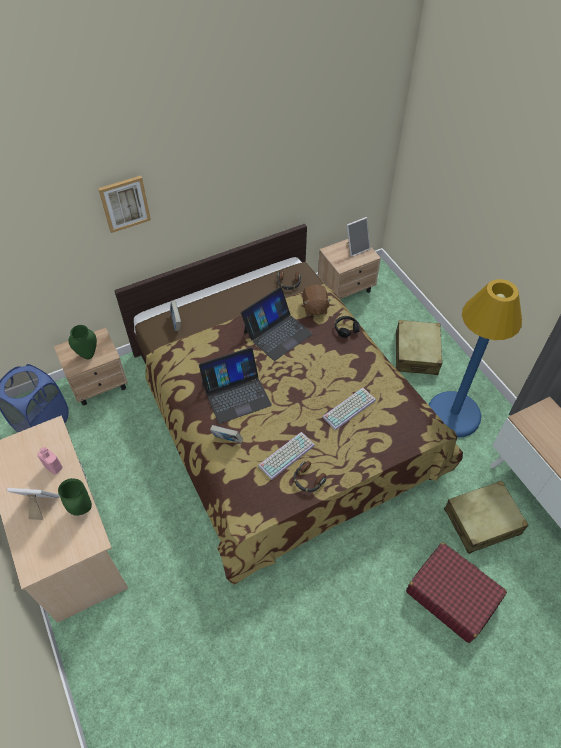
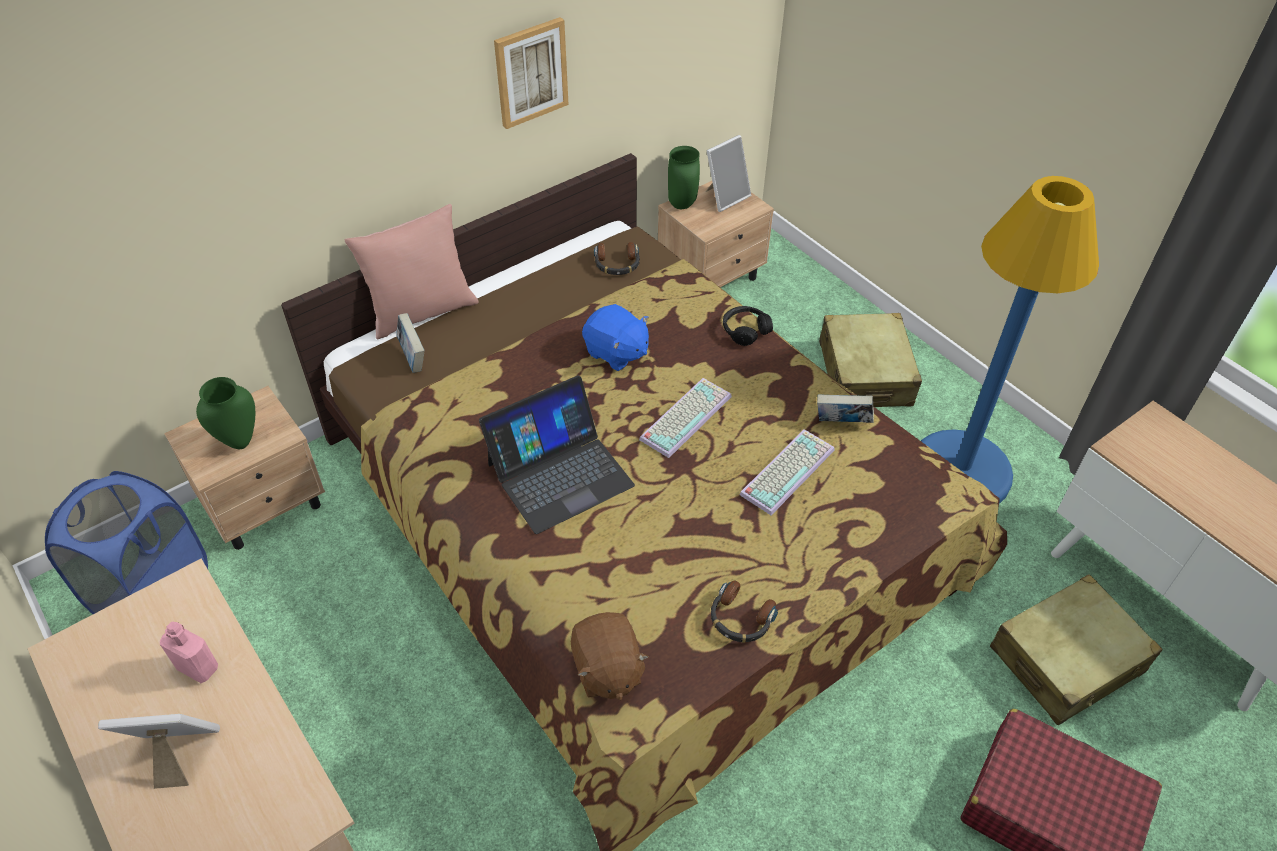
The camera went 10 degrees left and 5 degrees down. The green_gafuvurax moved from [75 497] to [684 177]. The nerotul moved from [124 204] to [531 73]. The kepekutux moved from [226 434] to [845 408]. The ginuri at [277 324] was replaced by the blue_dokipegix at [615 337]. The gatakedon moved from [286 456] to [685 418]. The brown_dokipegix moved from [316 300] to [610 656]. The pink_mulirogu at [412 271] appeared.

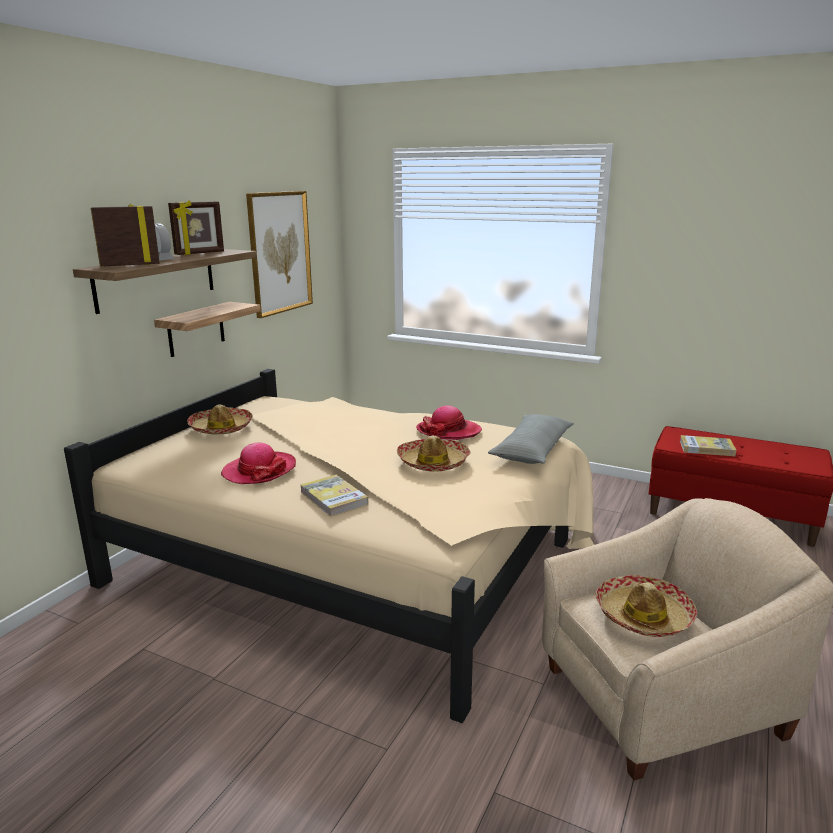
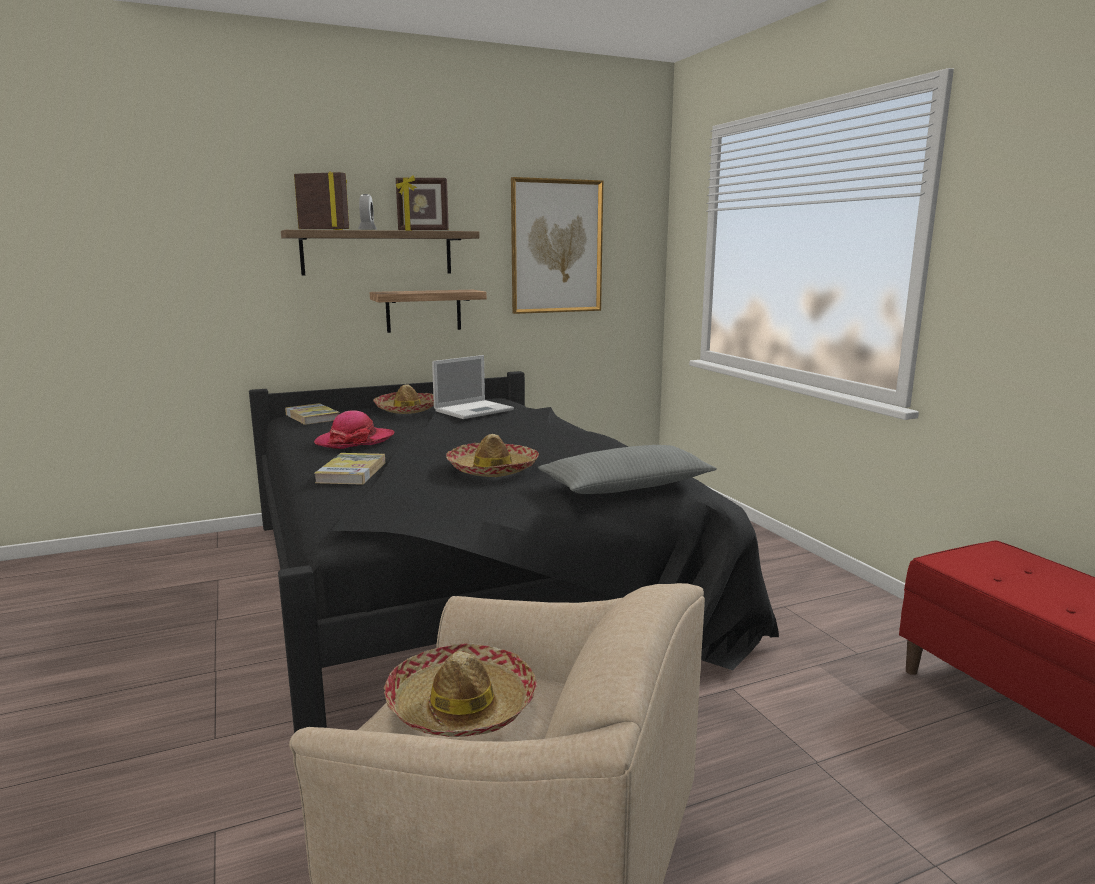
The camera went 40 degrees right and 5 degrees down. The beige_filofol at [329 546] became the black_filofol at [514 552]. The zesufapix at [449 423] disappeared. The kepekutux moved from [708 445] to [312 414]. The ginuri at [473 387] appeared.

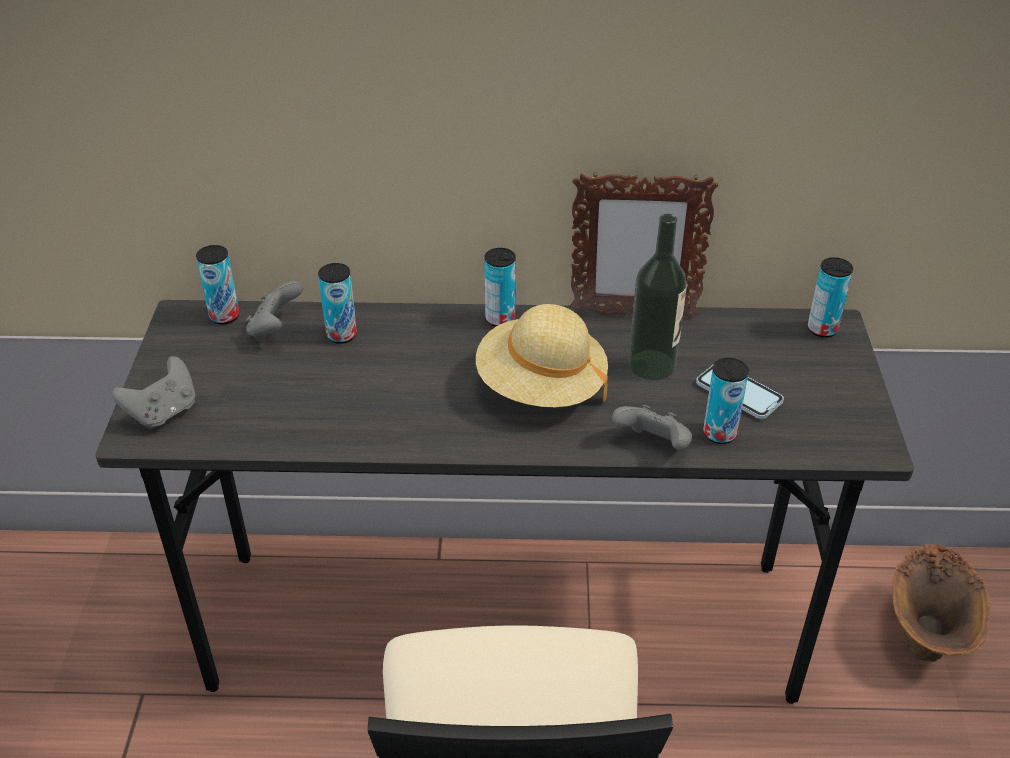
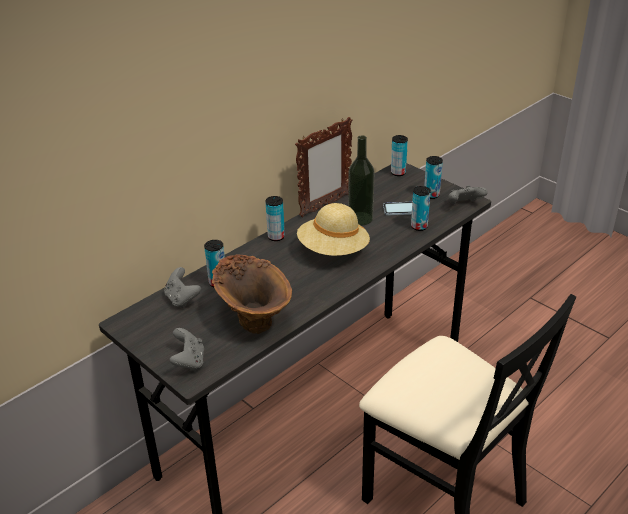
The camera went 45 degrees left and 5 degrees down. The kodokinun moved from [217 284] to [433 177]. The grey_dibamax moved from [652 427] to [468 194]. The brown_gafuvurax moved from [941 603] to [252 294].

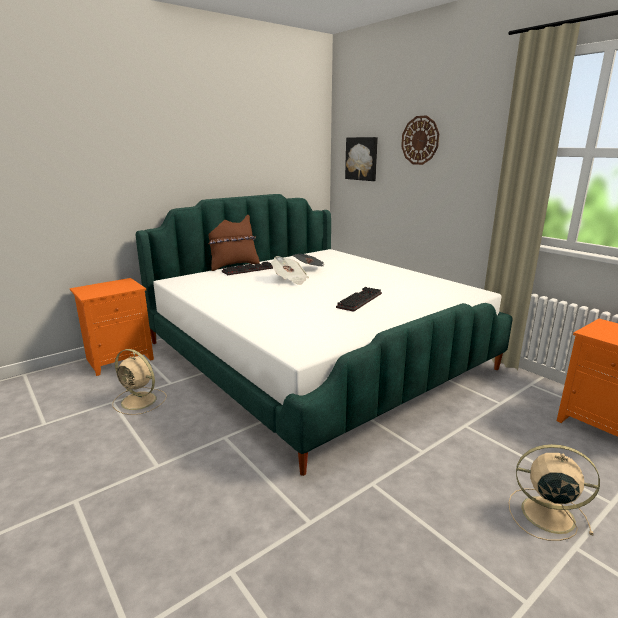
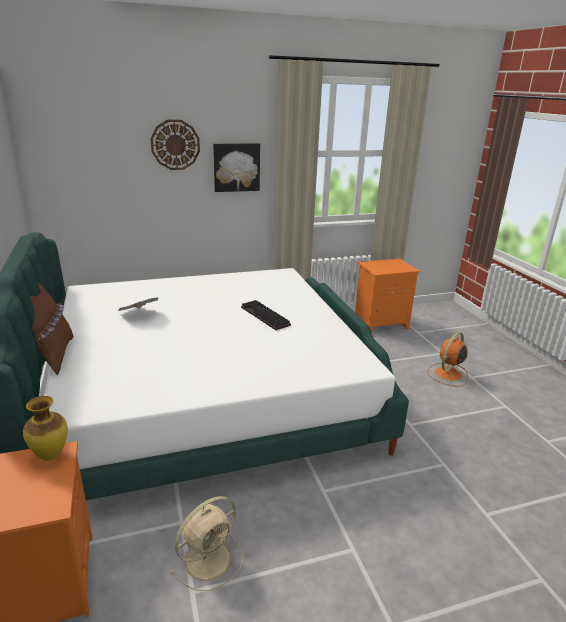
The camera went 70 degrees left and 5 degrees up. The gatakedon at [247 268] disappeared. The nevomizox at [290 270] disappeared. The nerotul moved from [361 159] to [236 167]. The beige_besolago at [554 492] became the orange_besolago at [447 359]. The gafuvurax at [45 428] appeared.

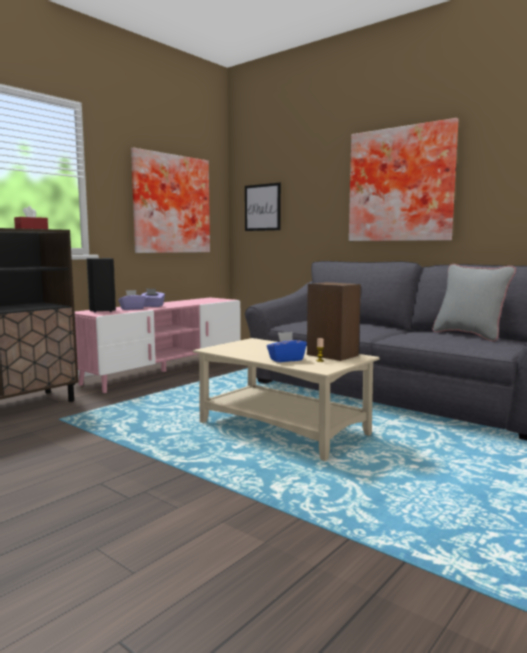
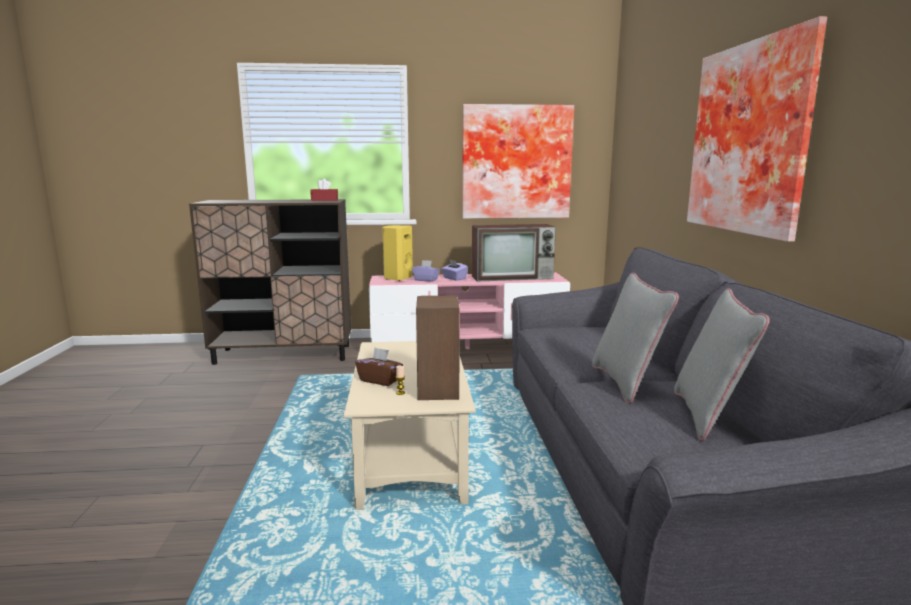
The camera went 45 degrees right and 5 degrees up. The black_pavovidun at [101 285] became the yellow_pavovidun at [397 253]. The nerotul at [263 207] disappeared. The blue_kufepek at [287 347] became the brown_kufepek at [379 366]. The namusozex at [514 253] appeared. The grey_mulirogu at [635 338] appeared.

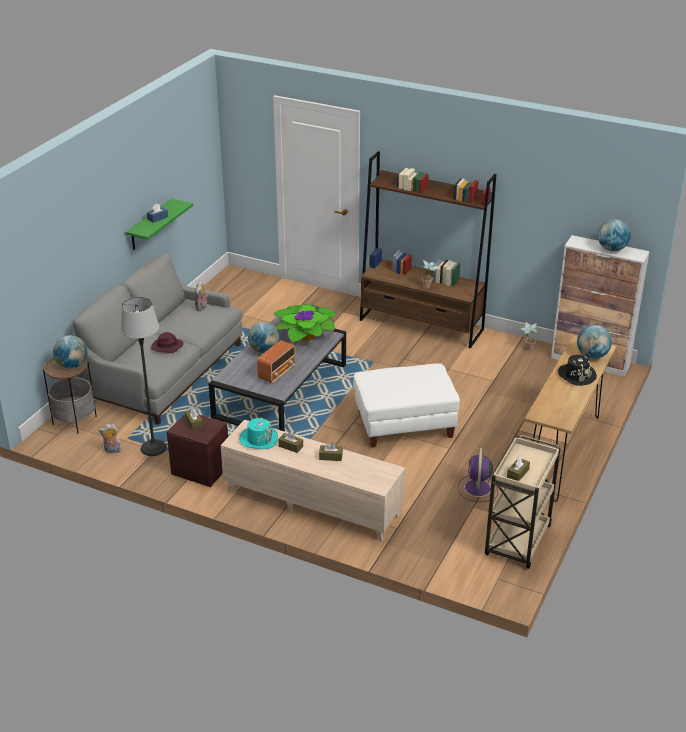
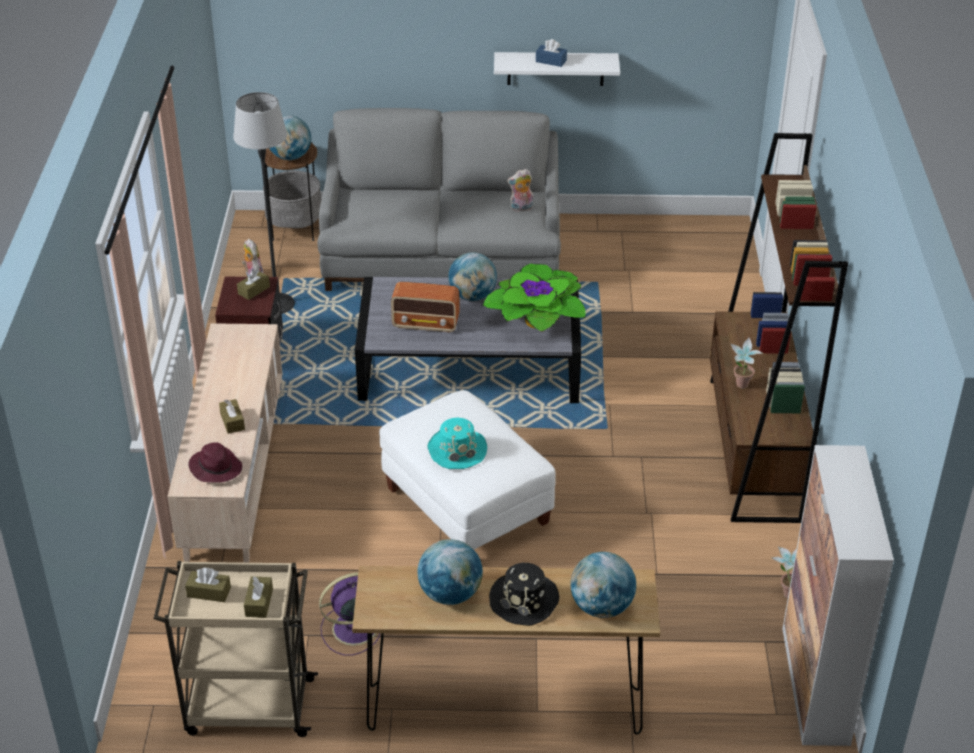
The camera went 65 degrees right and 5 degrees up. The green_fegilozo at [159 224] became the white_fegilozo at [557 69]. The purple_zesufapix moved from [167 342] to [215 462]. The turquoise_zesufapix moved from [258 433] to [457 443]. The brown_kufepek moved from [290 442] to [258 597]. The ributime moved from [614 235] to [450 572].

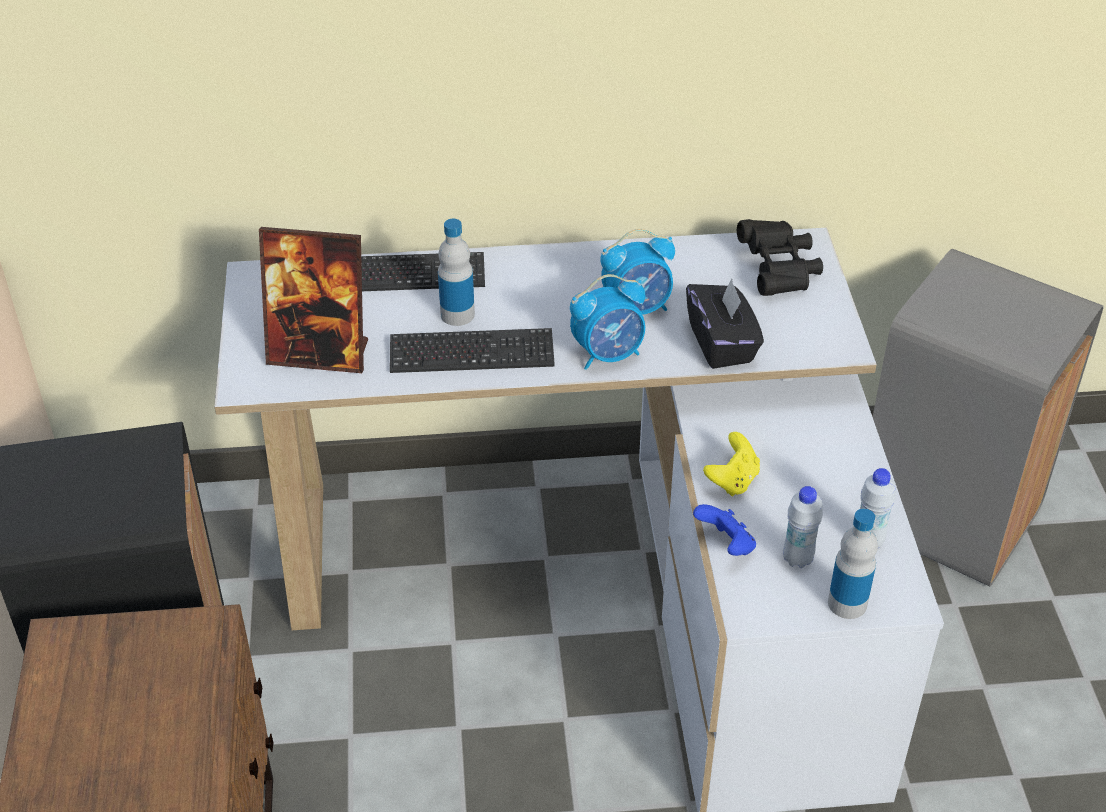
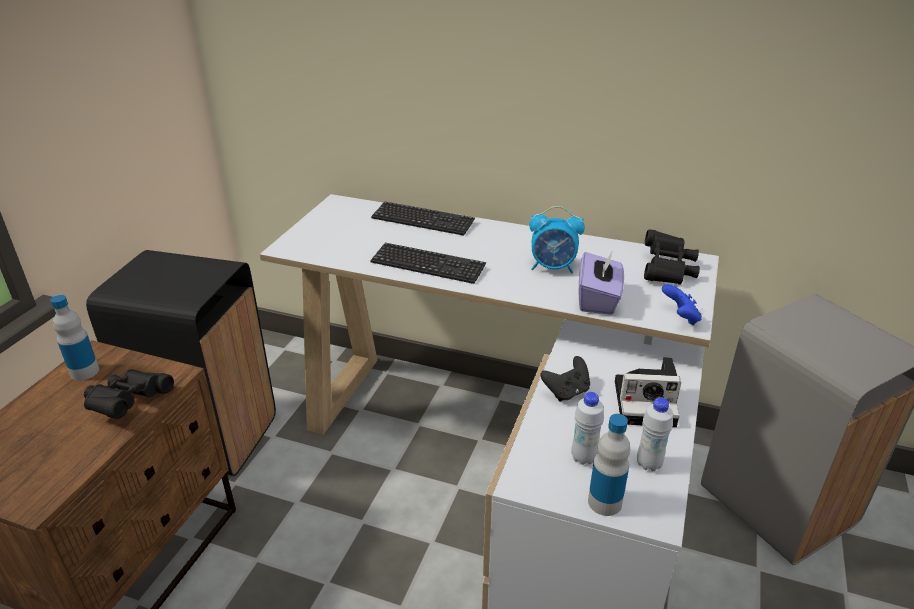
The camera went 25 degrees right and 10 degrees down. The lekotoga at [313 300] disappeared. The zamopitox moved from [456 272] to [74 338]. The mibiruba at [607 322] disappeared. The black_kufepek at [725 323] became the purple_kufepek at [601 282]. The blue_dibamax moved from [724 530] to [682 304]. The yellow_dibamax at [731 464] became the black_dibamax at [565 379]. The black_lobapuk at [129 394] appeared. The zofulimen at [648 392] appeared.

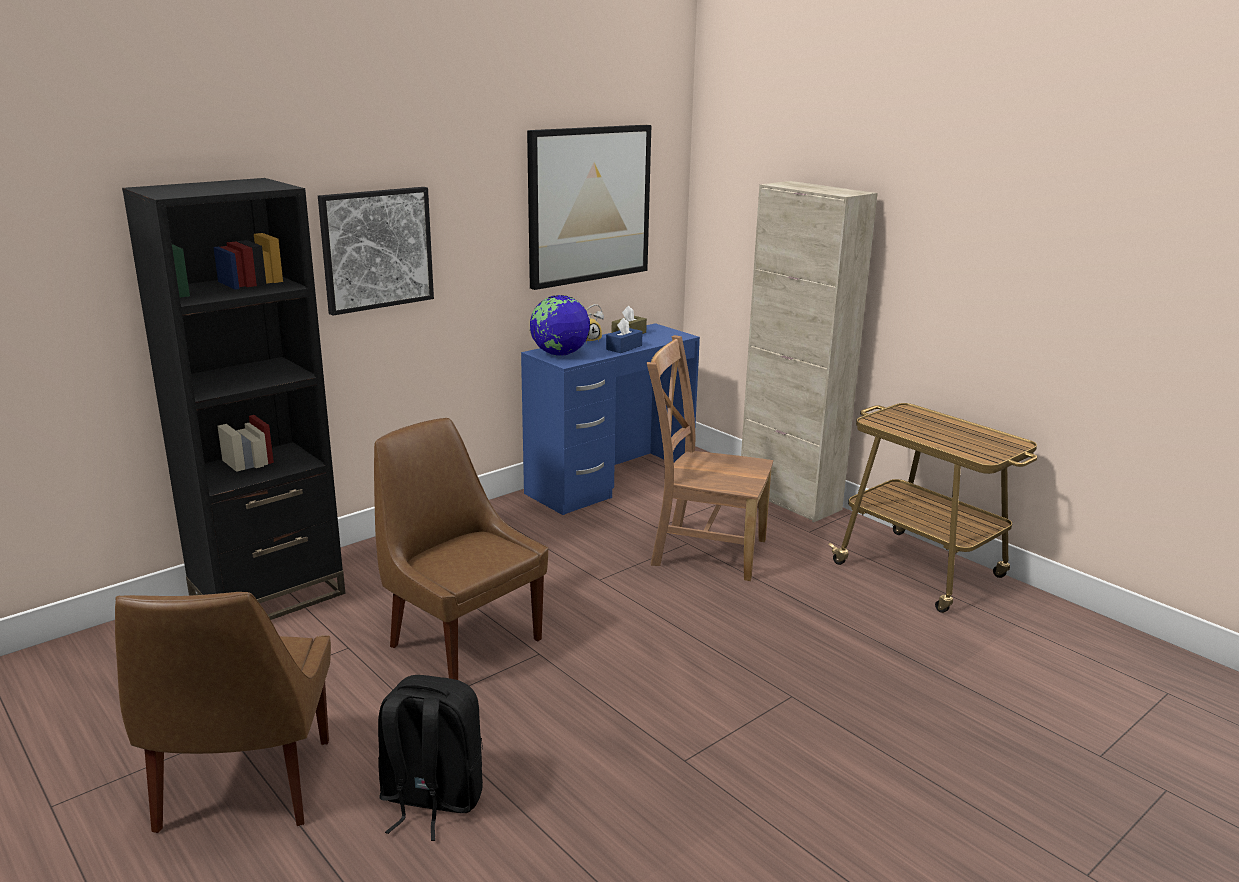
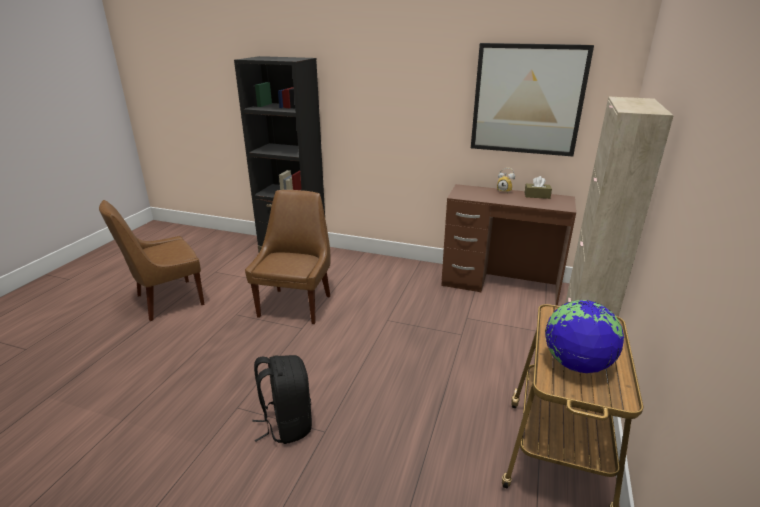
The camera went 60 degrees right and 5 degrees up. The nerotul at [376 251] disappeared. The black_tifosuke moved from [430 758] to [282 399]. The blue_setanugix at [610 419] became the brown_setanugix at [509 245]. The ributime moved from [560 325] to [584 336]. The blue_kufepek at [624 335] disappeared. The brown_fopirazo at [710 458] disappeared.

